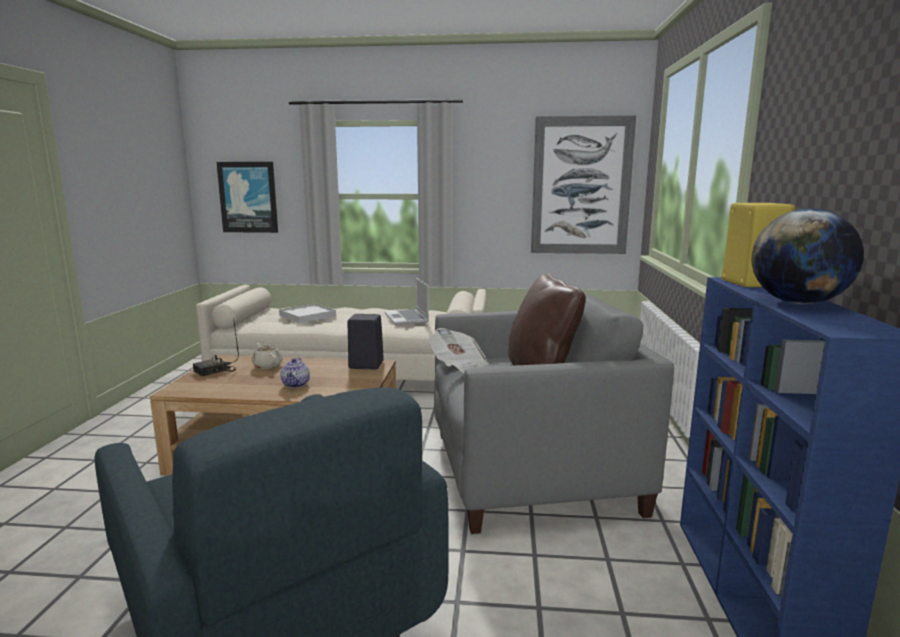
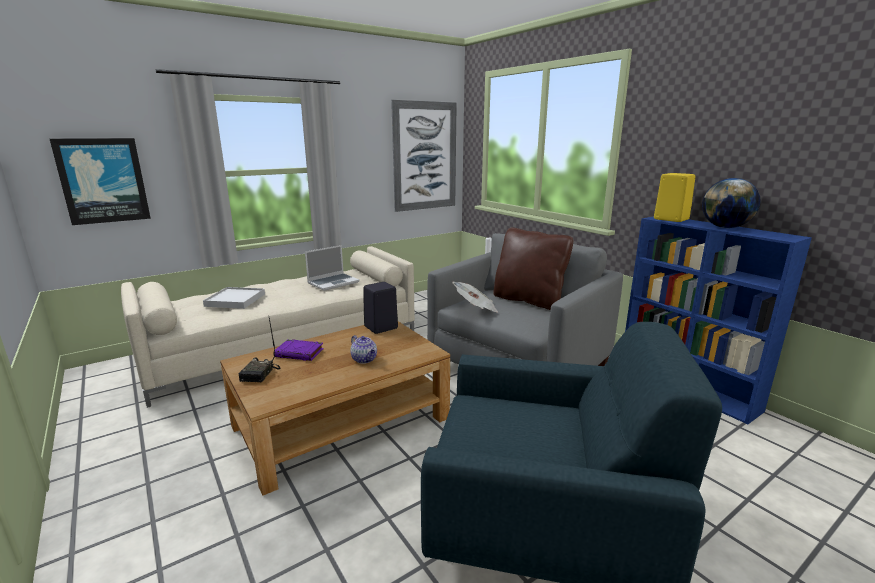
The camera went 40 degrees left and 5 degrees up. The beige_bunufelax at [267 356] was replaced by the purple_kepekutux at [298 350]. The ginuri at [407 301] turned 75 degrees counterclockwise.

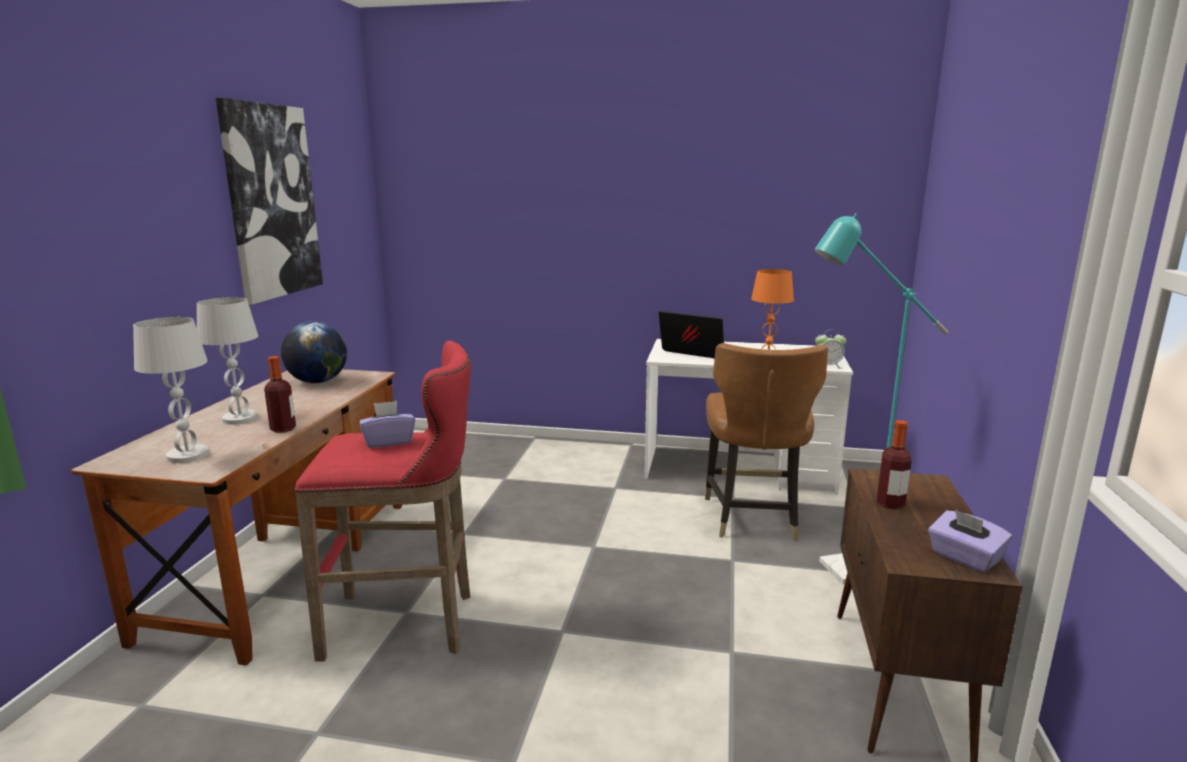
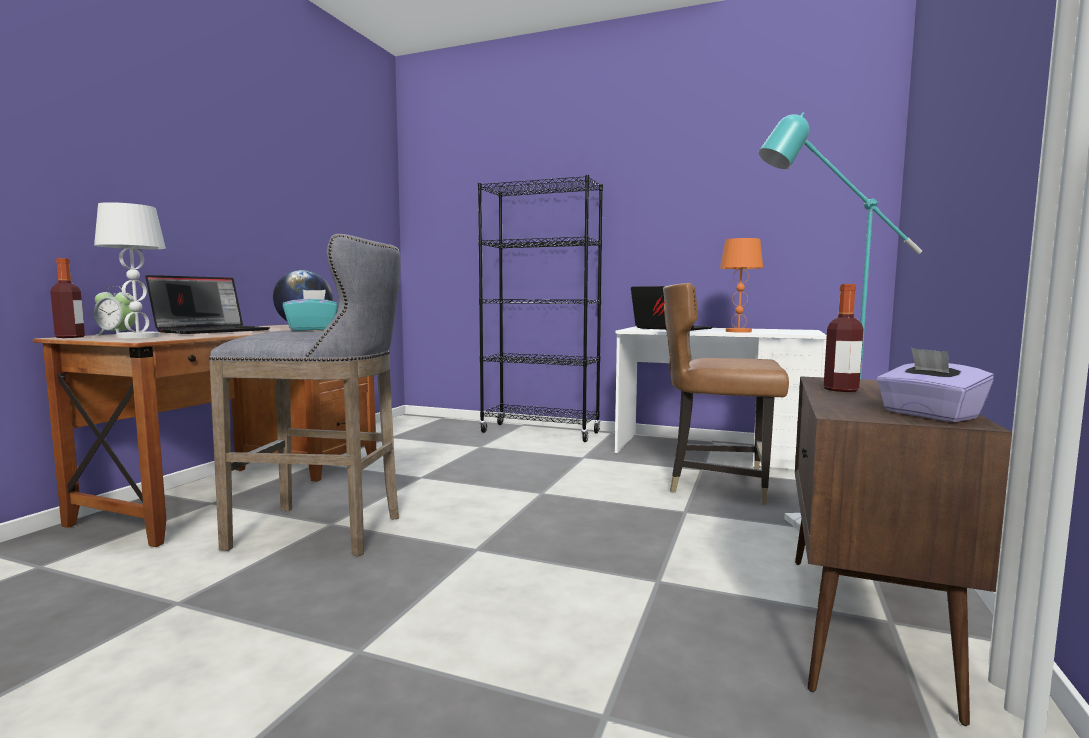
The camera went 10 degrees right and 10 degrees down. The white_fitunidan at [227 360] was replaced by the ginuri at [207 304]. The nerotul at [269 201] disappeared. The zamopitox moved from [280 394] to [67 298]. The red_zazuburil at [383 501] became the grey_zazuburil at [305 395]. The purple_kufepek at [387 424] became the turquoise_kufepek at [311 310]. The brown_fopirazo at [766 442] turned 90 degrees clockwise. The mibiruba moved from [830 349] to [114 310]. The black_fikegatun at [540 308] appeared.

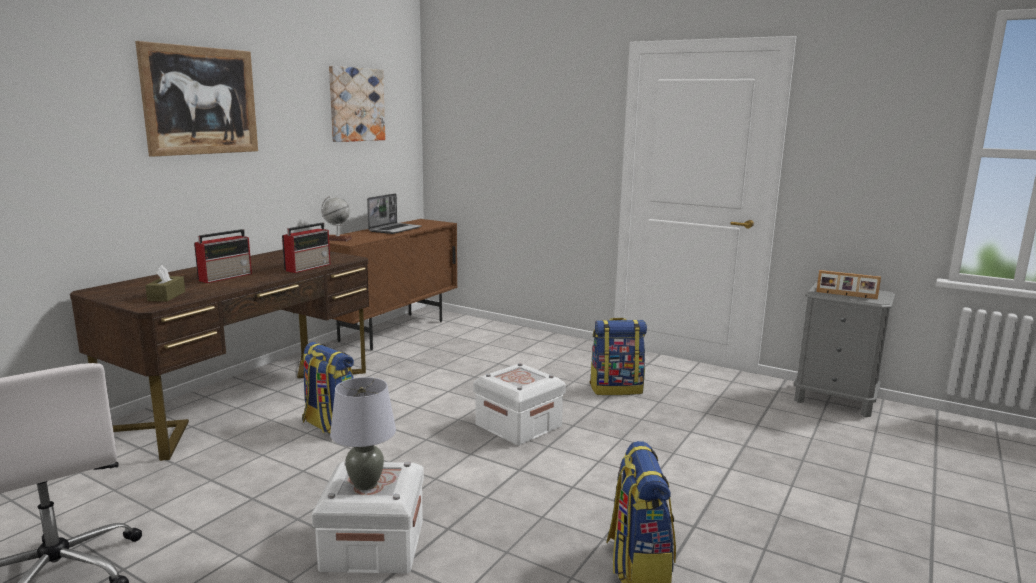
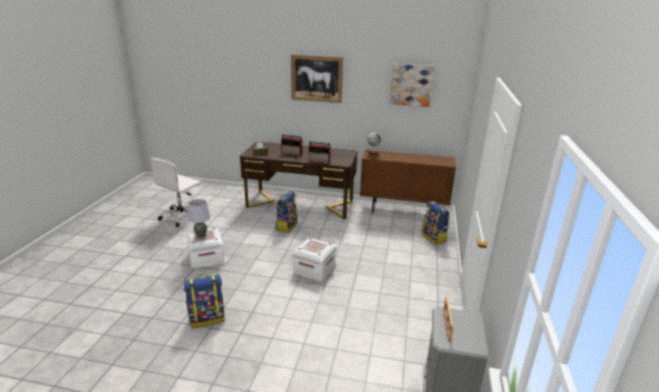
The camera went 70 degrees right and 10 degrees up. The ginuri at [394 213] disappeared. The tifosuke moved from [618 356] to [436 223].

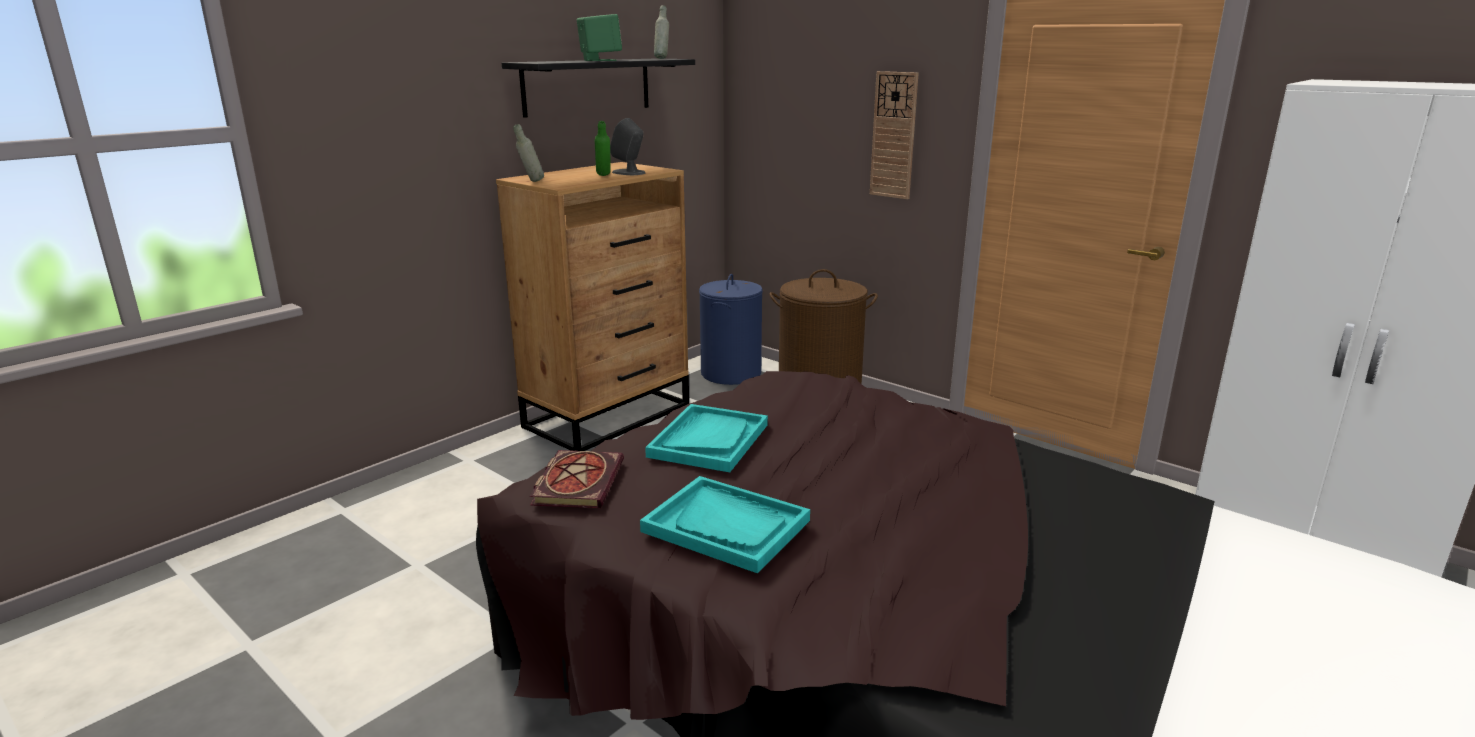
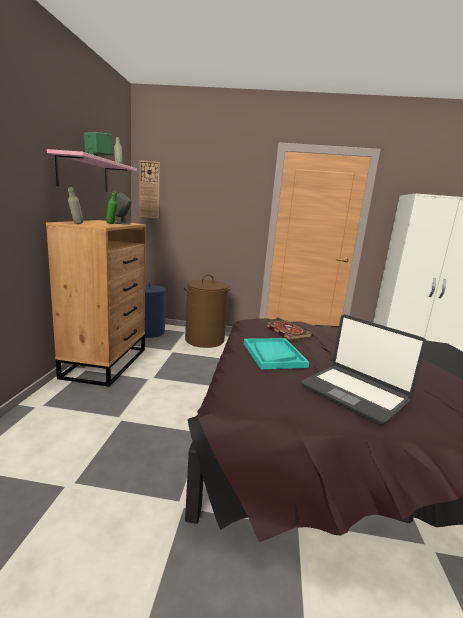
The camera went 35 degrees left and 5 degrees down. The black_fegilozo at [598 88] became the pink_fegilozo at [92 170]. The kepekutux moved from [577 479] to [289 330]. The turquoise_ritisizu at [725 524] was replaced by the ginuri at [364 369]. The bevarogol moved from [894 135] to [149 189].

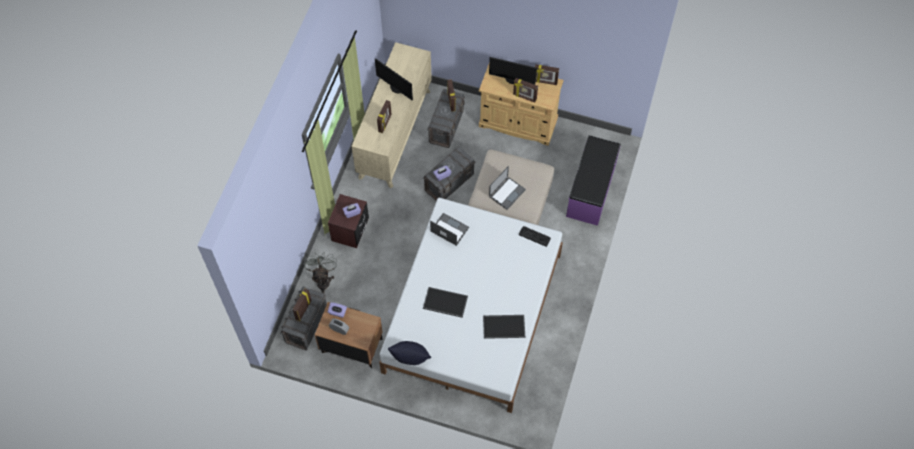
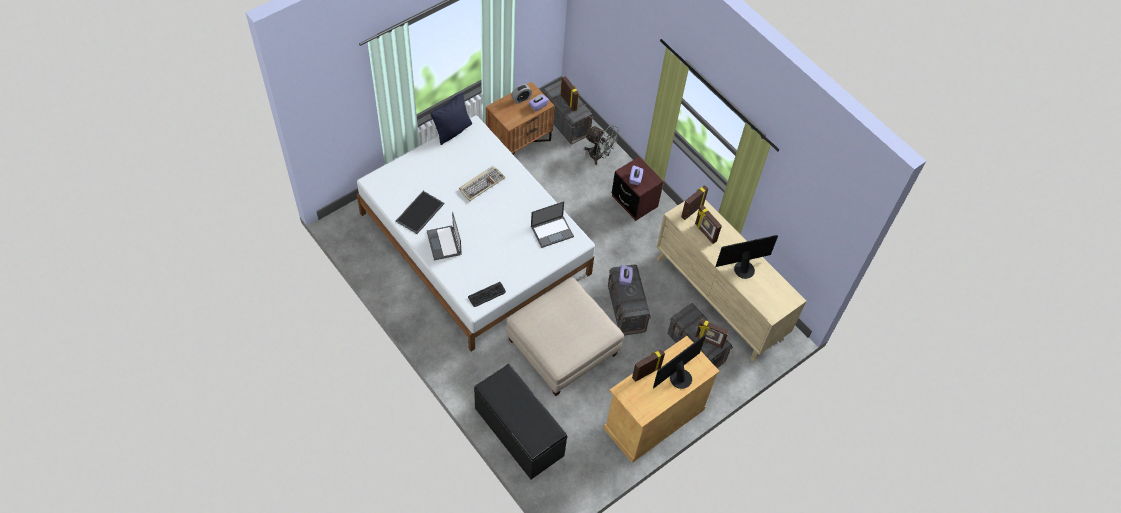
The camera went 120 degrees right and 5 degrees down. The ritisizu at [445 302] was replaced by the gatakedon at [482 183]. The ginuri moved from [507 188] to [444 235]. The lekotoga moved from [547 74] to [694 202]. The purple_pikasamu at [593 180] became the black_pikasamu at [521 421].

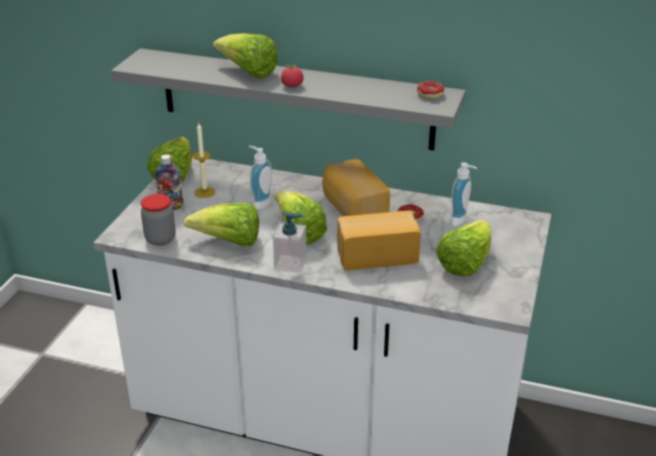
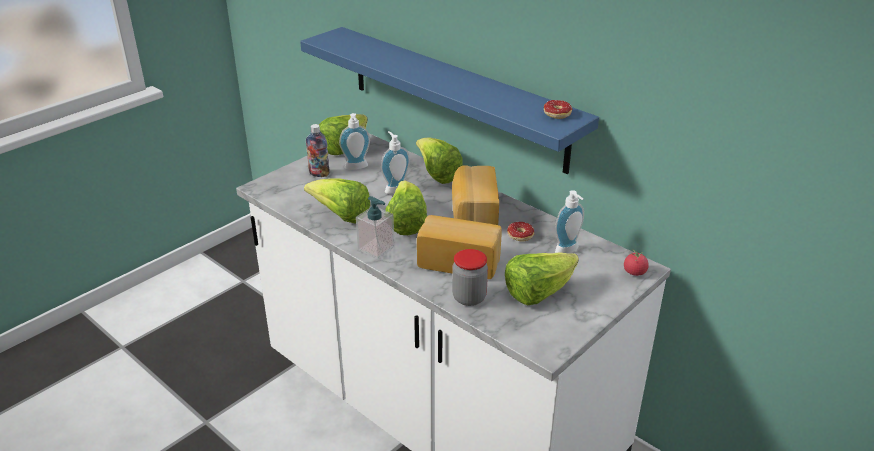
The camera went 25 degrees right and 0 degrees up. The grey_fegilozo at [288 99] became the blue_fegilozo at [449 100]. The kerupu moved from [158 220] to [470 277]. The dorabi at [204 160] was replaced by the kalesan at [354 141]. The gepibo moved from [245 56] to [439 161]. The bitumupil moved from [292 75] to [636 262].

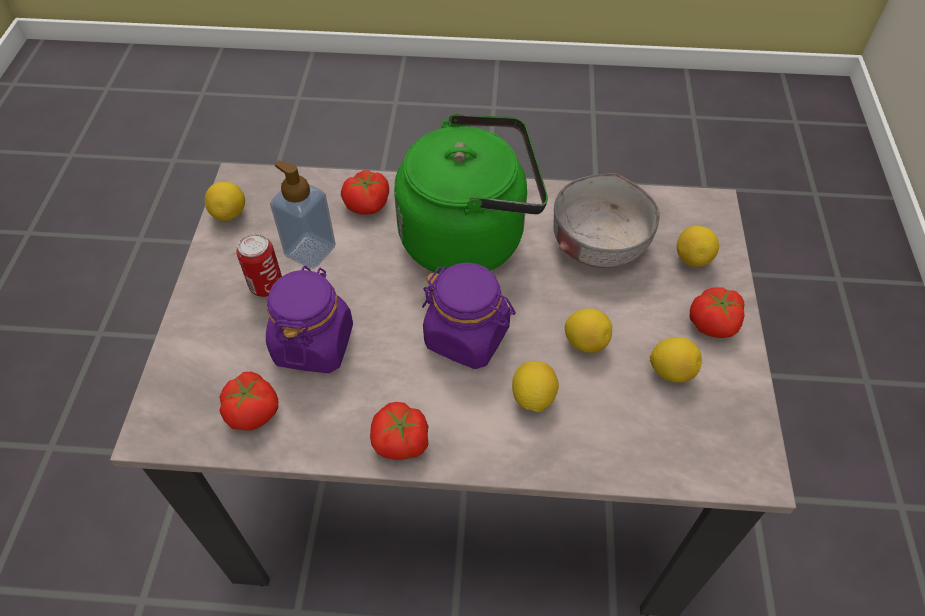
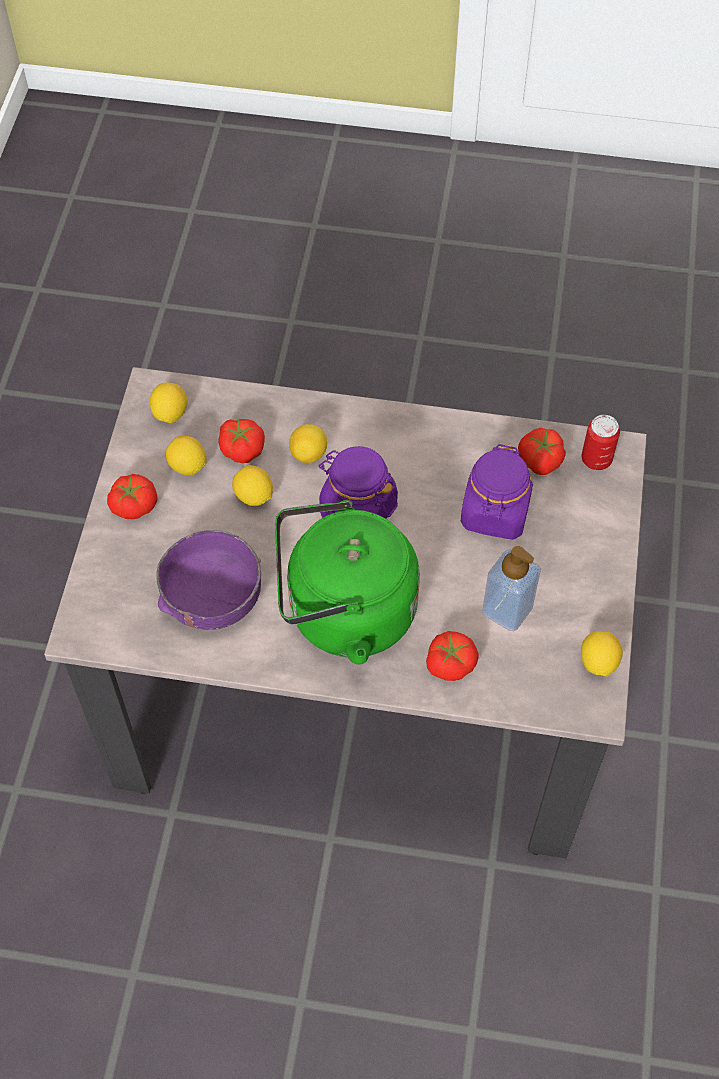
The camera went 175 degrees left and 5 degrees up. The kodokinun moved from [259 265] to [601 442]. The bitumupil moved from [399 431] to [241 440]. The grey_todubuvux at [607 220] became the purple_todubuvux at [209 580]. The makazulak moved from [698 246] to [168 402].

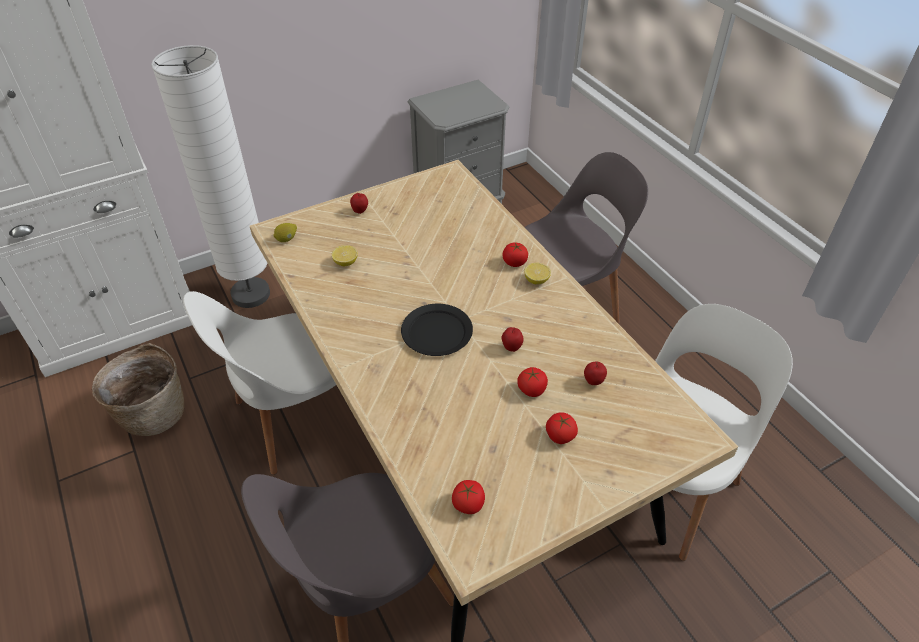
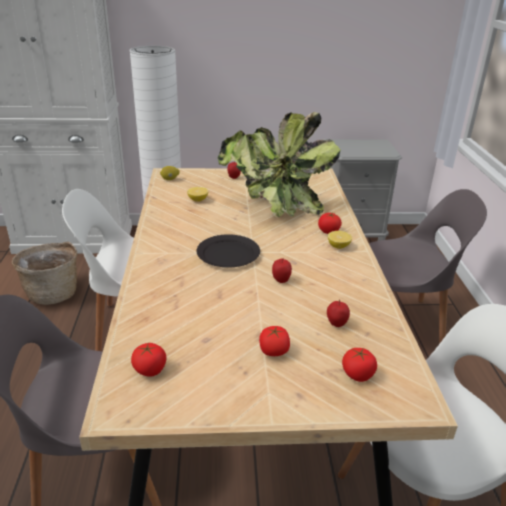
The camera went 25 degrees right and 15 degrees down. The bitumupil moved from [532 382] to [359 365]. The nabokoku at [278 164] appeared.

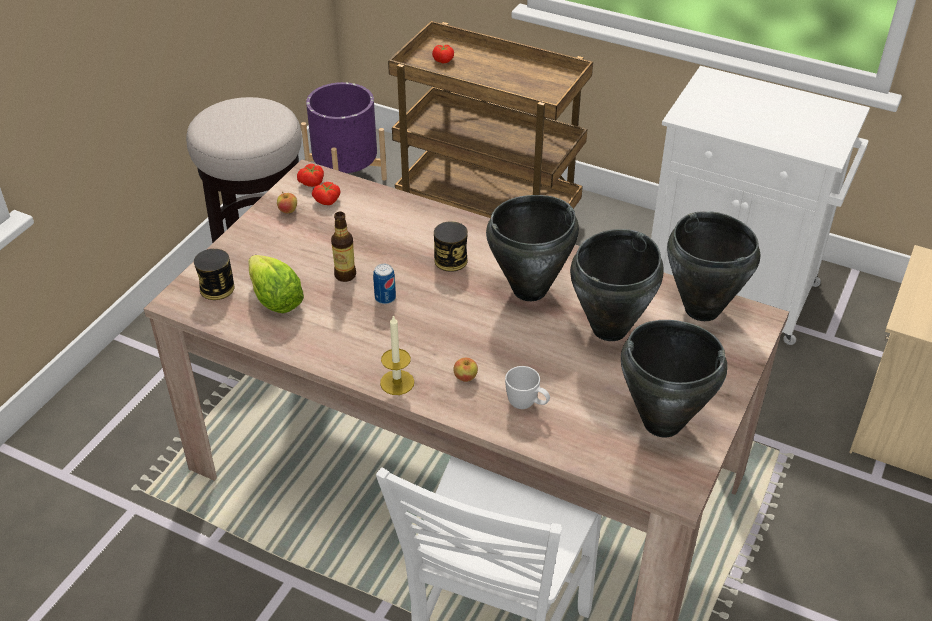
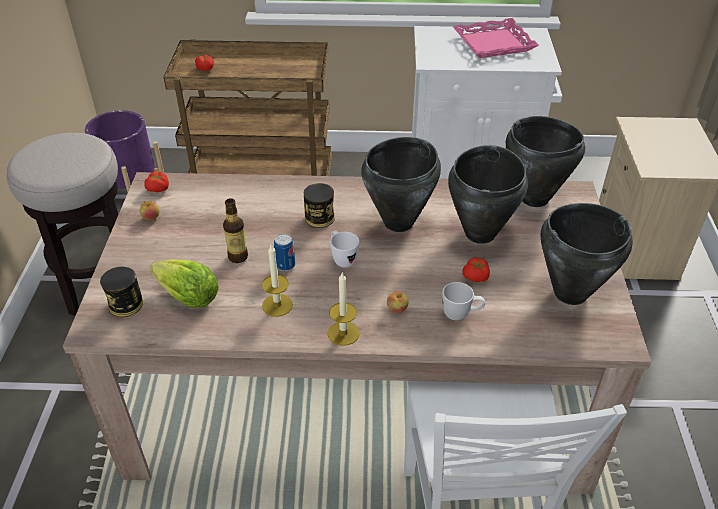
The camera went 25 degrees left and 0 degrees up. The bitumupil moved from [326 193] to [476 269]. The dorabi at [277 281] appeared. The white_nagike at [344 248] appeared. The pink_ritisizu at [495 38] appeared.

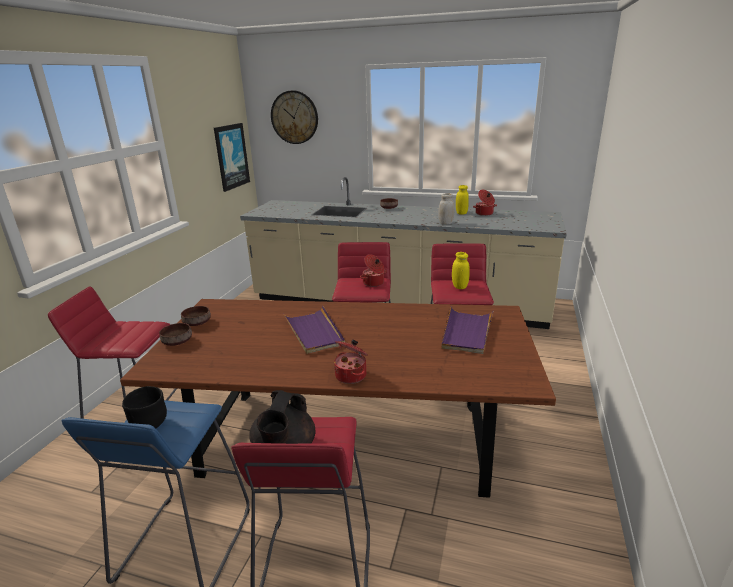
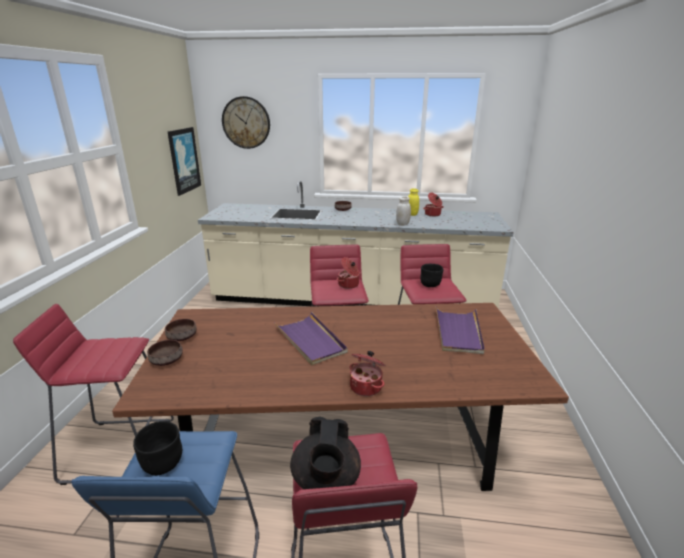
The camera went 10 degrees left and 0 degrees up. The yellow_kerupu at [461 270] was replaced by the black_todubuvux at [431 275].

